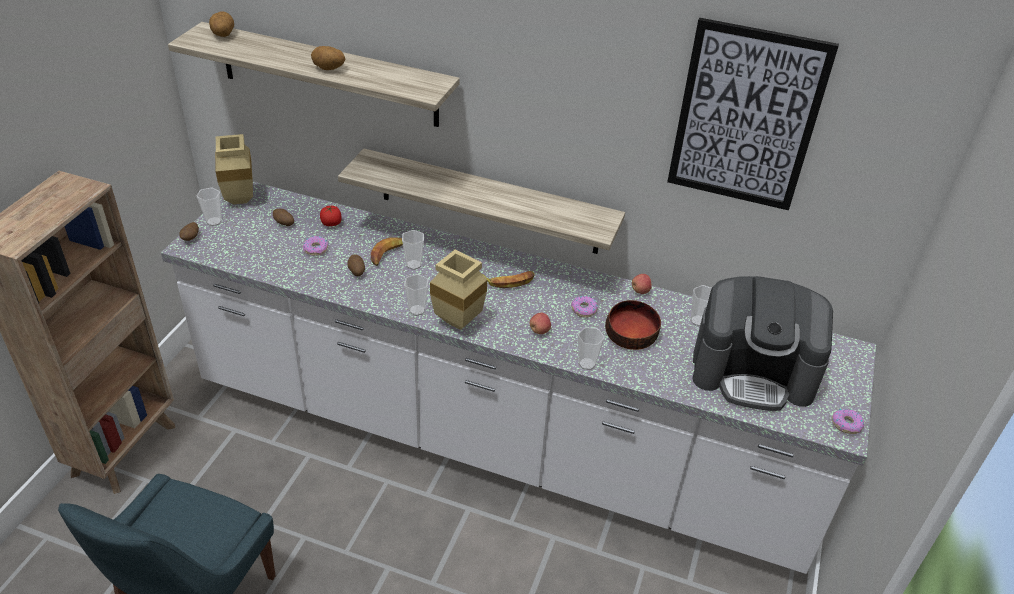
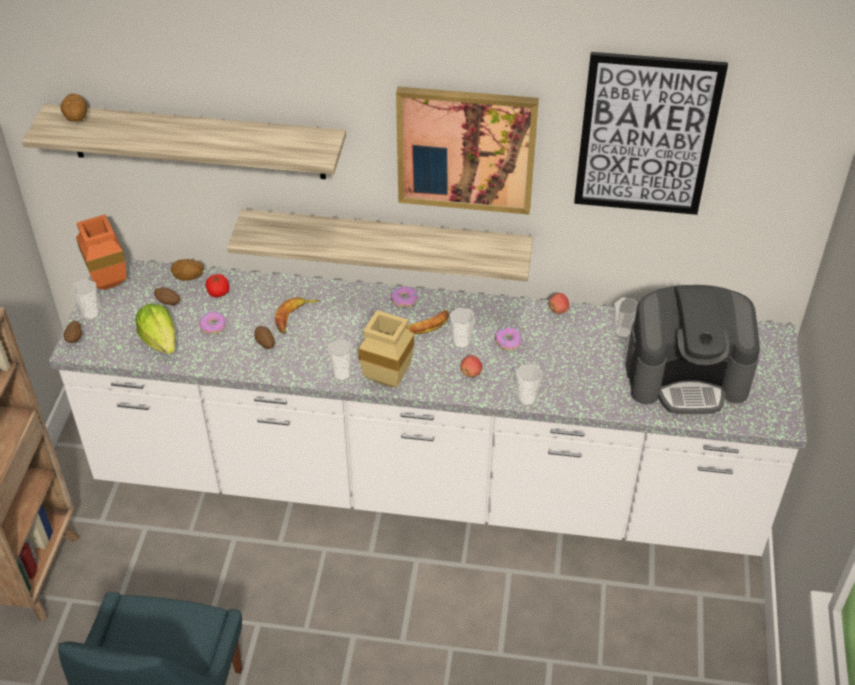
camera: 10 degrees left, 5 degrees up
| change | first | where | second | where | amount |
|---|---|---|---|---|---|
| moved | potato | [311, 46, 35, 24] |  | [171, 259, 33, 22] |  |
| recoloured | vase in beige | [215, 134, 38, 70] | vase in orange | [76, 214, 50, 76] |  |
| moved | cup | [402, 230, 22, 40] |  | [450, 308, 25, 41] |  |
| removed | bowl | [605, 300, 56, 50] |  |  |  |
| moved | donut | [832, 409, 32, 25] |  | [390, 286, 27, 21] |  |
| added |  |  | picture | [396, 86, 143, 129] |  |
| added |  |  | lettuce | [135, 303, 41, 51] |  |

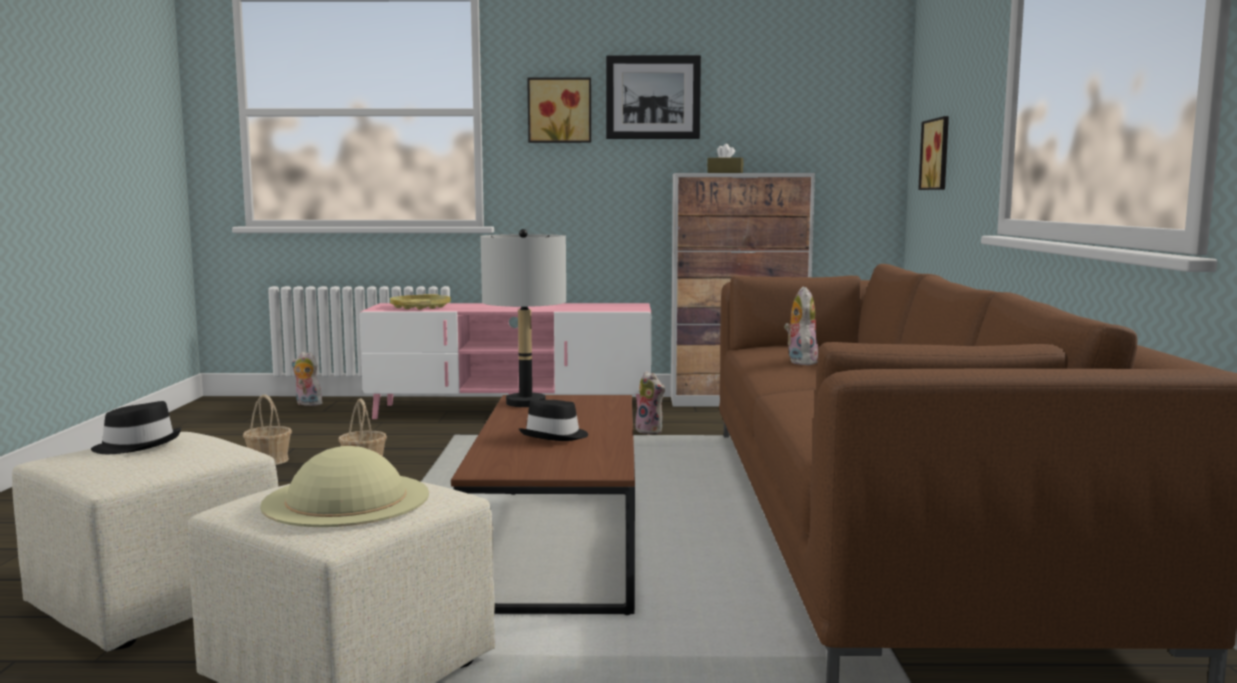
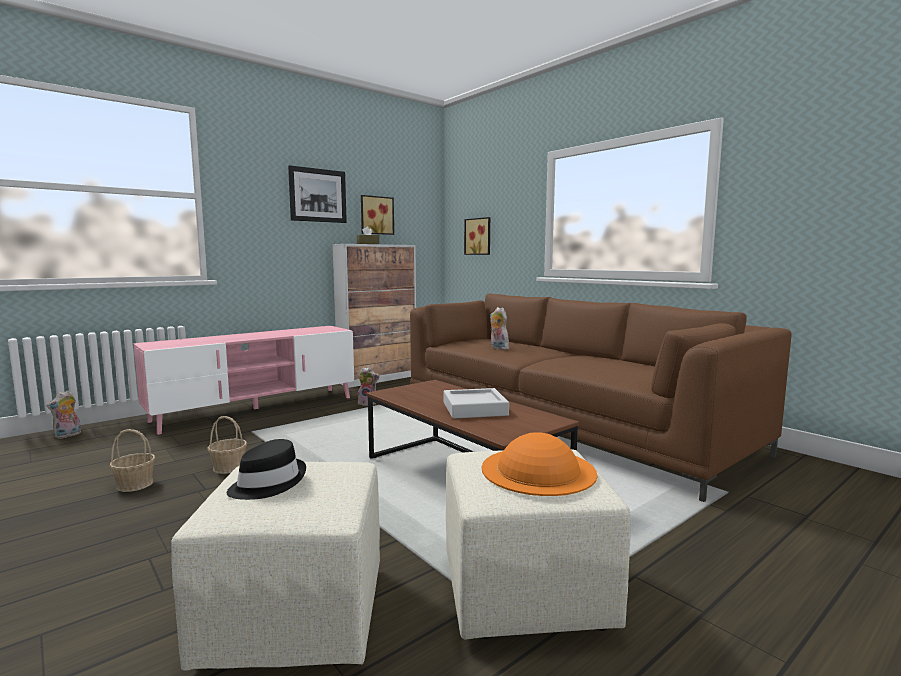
camera: 40 degrees left, 0 degrees up
| change | first | where | second | where | amount |
|---|---|---|---|---|---|
| moved | picture | [527, 78, 64, 65] |  | [361, 195, 33, 40] |  |
| removed | table lamp in grey | [481, 229, 85, 178] |  |  |  |
| removed | tray in yellow | [390, 294, 61, 16] |  |  |  |
| turned | plush toy | [292, 352, 34, 54] |  | [46, 390, 35, 49] | 45 degrees counterclockwise |
| replaced | hat in black | [519, 400, 69, 41] | tray in grey | [444, 388, 65, 31] |  |
| recoloured | hat in beige | [260, 446, 169, 81] | hat in orange | [482, 432, 115, 64] |  |

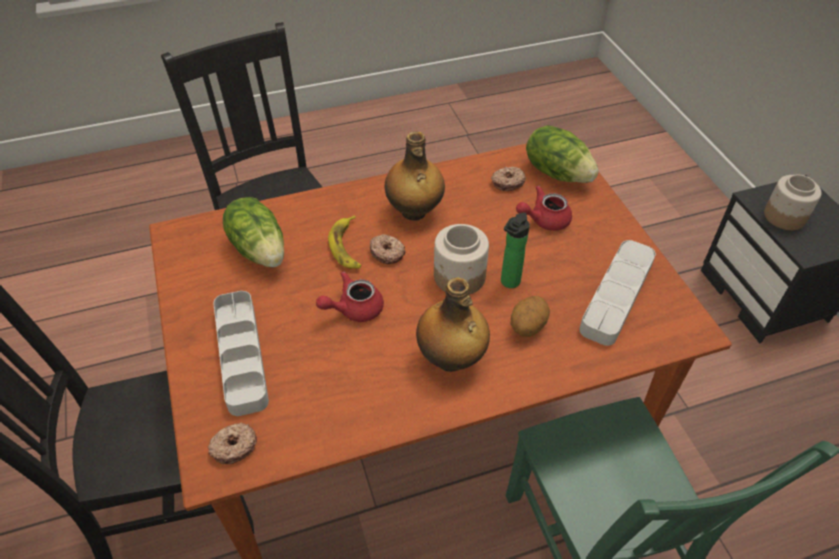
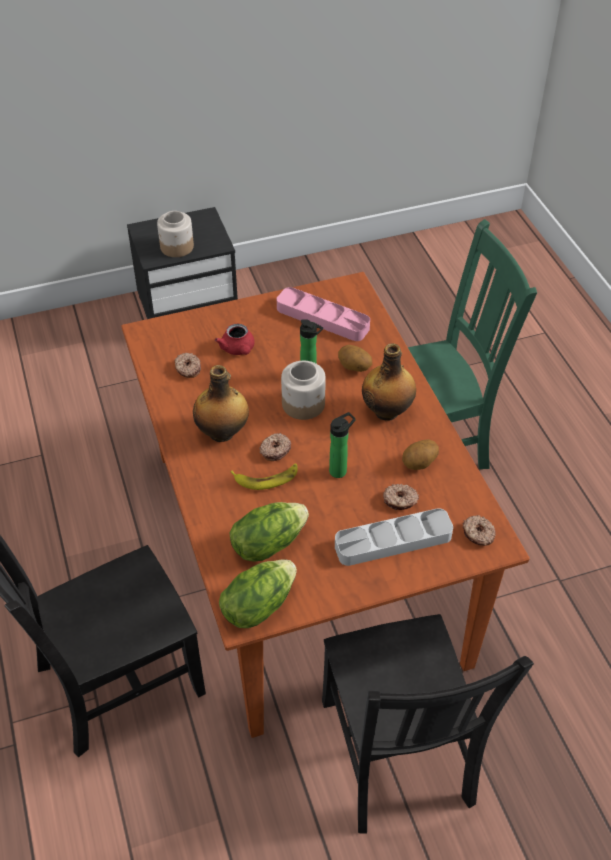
camera: 90 degrees left, 0 degrees up
| change | first | where | second | where | amount |
|---|---|---|---|---|---|
| moved | lettuce | [526, 125, 73, 58] |  | [219, 559, 78, 69] |  |
| recoloured | tray in grey | [580, 240, 76, 106] | tray in pink | [277, 287, 93, 54] |  |
| replaced | teapot in red | [316, 271, 68, 51] | bottle | [329, 412, 27, 66] |  |
| added |  |  | potato | [402, 439, 37, 31] |  |
| added |  |  | donut | [383, 484, 36, 26] |  |

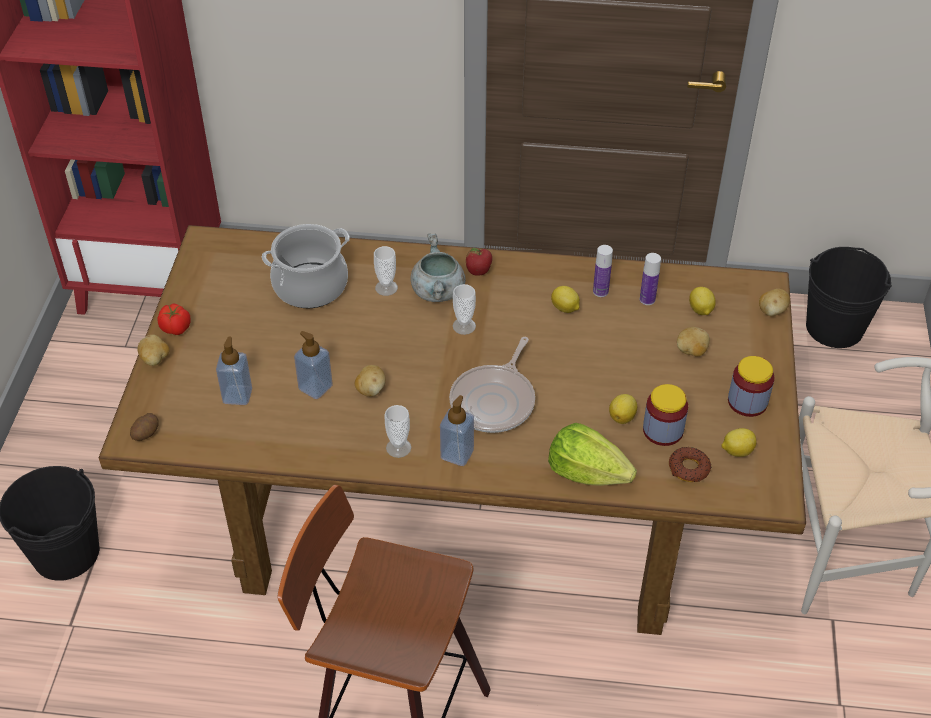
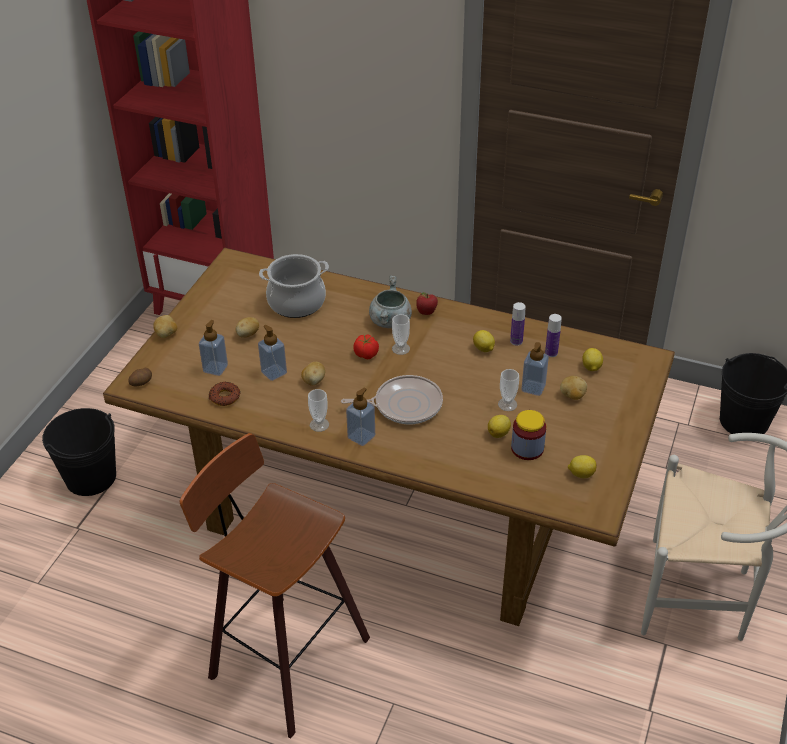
camera: 15 degrees right, 5 degrees down
| change | first | where | second | where | amount |
|---|---|---|---|---|---|
| moved | cup | [374, 246, 24, 50] |  | [498, 369, 21, 42] |  |
| moved | potato | [759, 289, 31, 27] |  | [235, 317, 24, 21] |  |
| moved | tomato | [157, 303, 34, 32] |  | [353, 334, 26, 25] |  |
| turned | frying pan | [449, 337, 86, 96] |  | [341, 375, 102, 49] | 135 degrees counterclockwise |
| removed | jar | [728, 356, 46, 61] |  |  |  |
| removed | lettuce | [548, 423, 89, 63] |  |  |  |
| moved | donut | [669, 447, 42, 35] |  | [209, 382, 31, 24] |  |
| added |  |  | soap dispenser | [522, 342, 27, 54] |  |

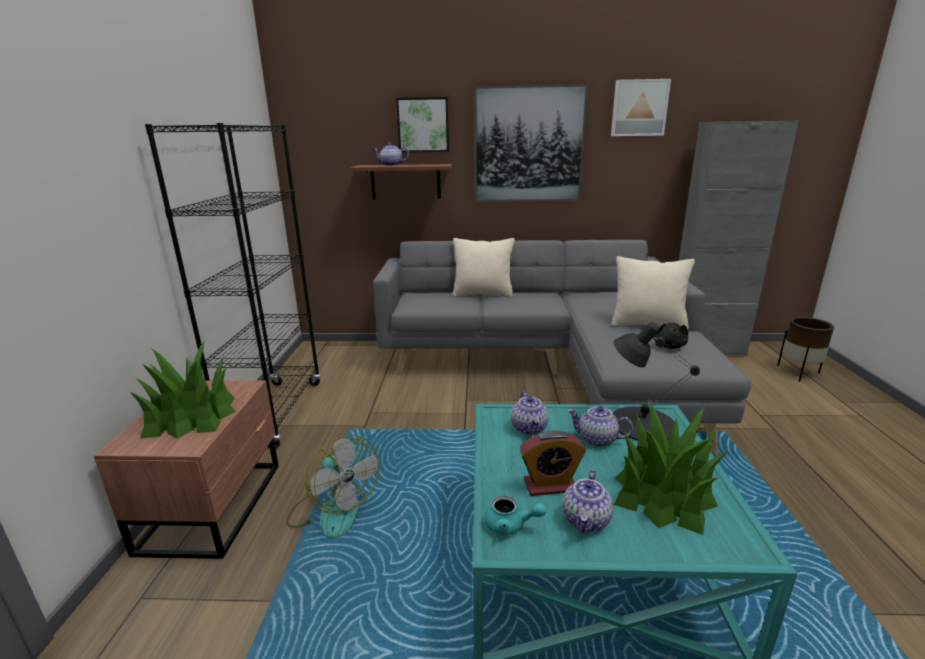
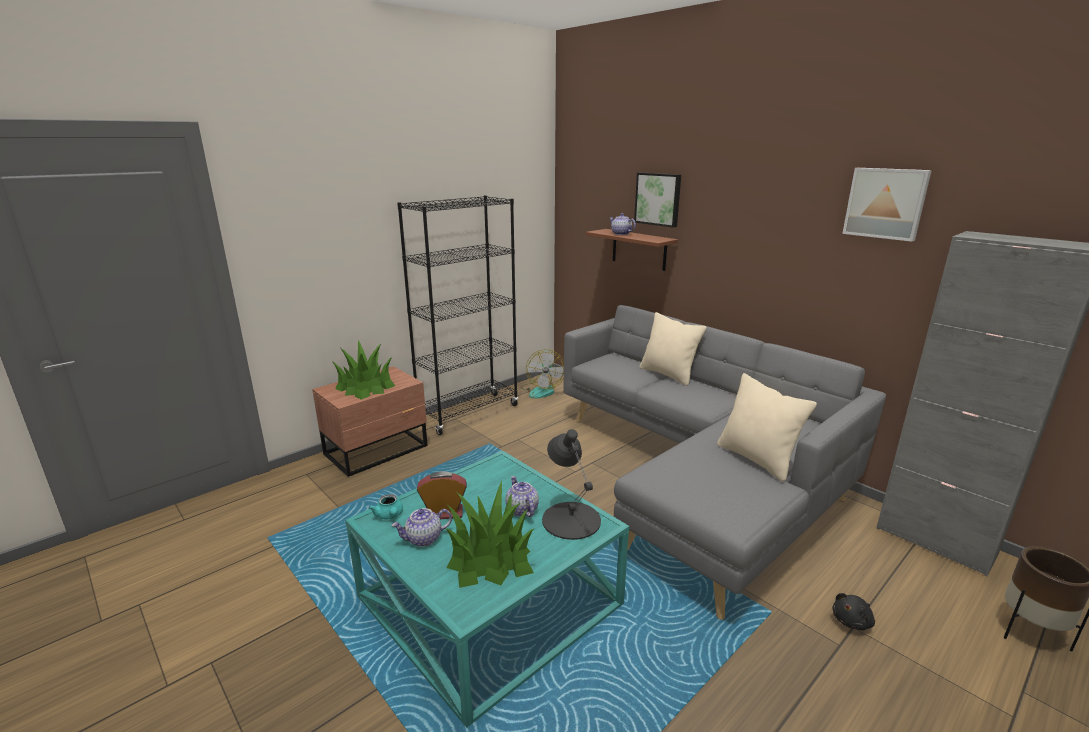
camera: 45 degrees right, 0 degrees up
| change | first | where | second | where | amount |
|---|---|---|---|---|---|
| removed | picture | [474, 84, 114, 118] |  |  |  |
| moved | plush toy in black | [654, 323, 34, 26] |  | [832, 593, 43, 37] |  |
| removed | teapot | [511, 391, 37, 44] |  |  |  |
| turned | alarm clock | [520, 430, 66, 66] |  | [417, 471, 50, 48] | 135 degrees clockwise |
| moved | fan | [286, 435, 93, 104] |  | [520, 349, 44, 50] |  |

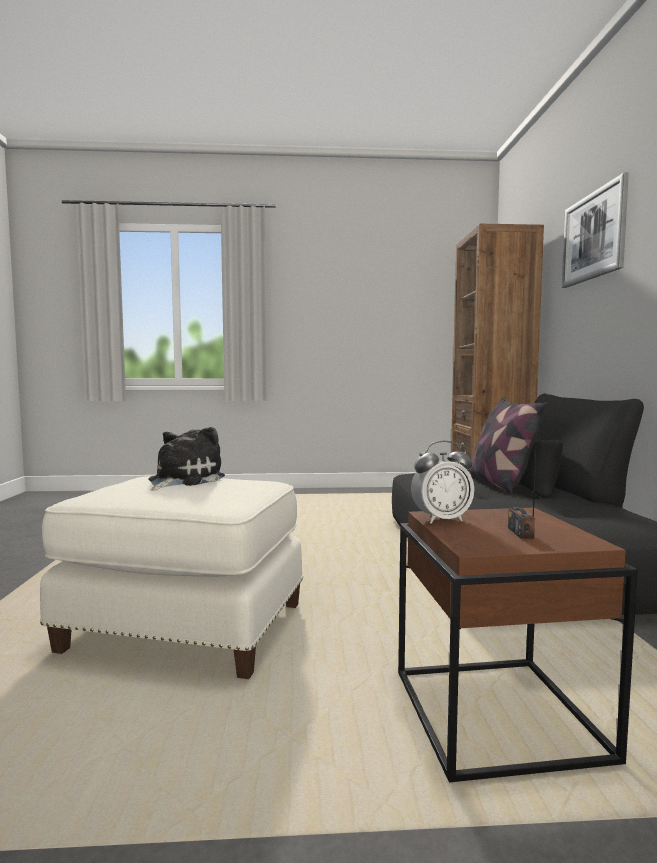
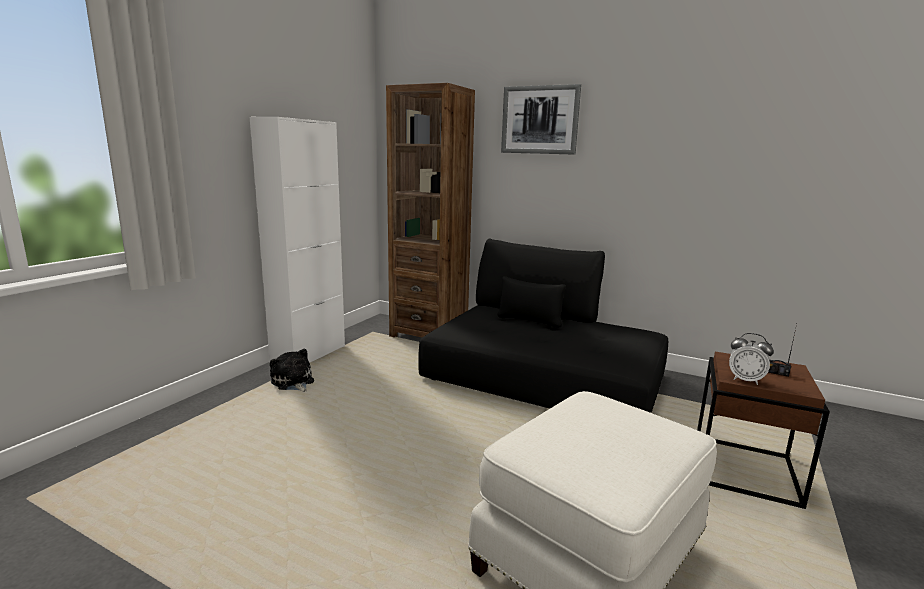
camera: 60 degrees left, 10 degrees up
| change | first | where | second | where | amount |
|---|---|---|---|---|---|
| removed | pillow | [470, 398, 77, 96] |  |  |  |
| moved | plush toy | [149, 427, 76, 64] |  | [270, 349, 44, 43] |  |
| turned | alarm clock | [411, 441, 63, 83] |  | [729, 333, 45, 52] | 105 degrees clockwise |
| added |  |  | cabinet in white | [250, 117, 95, 246] |  |

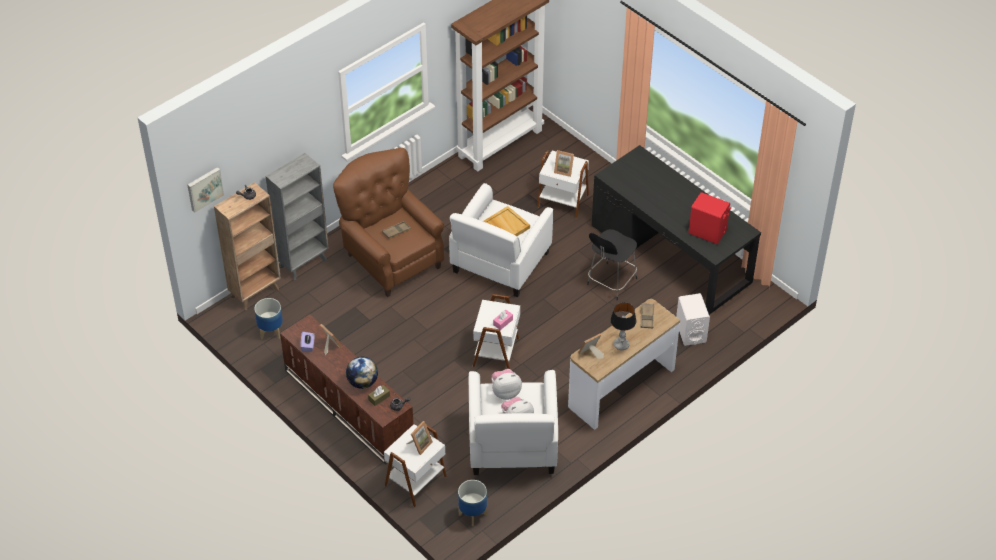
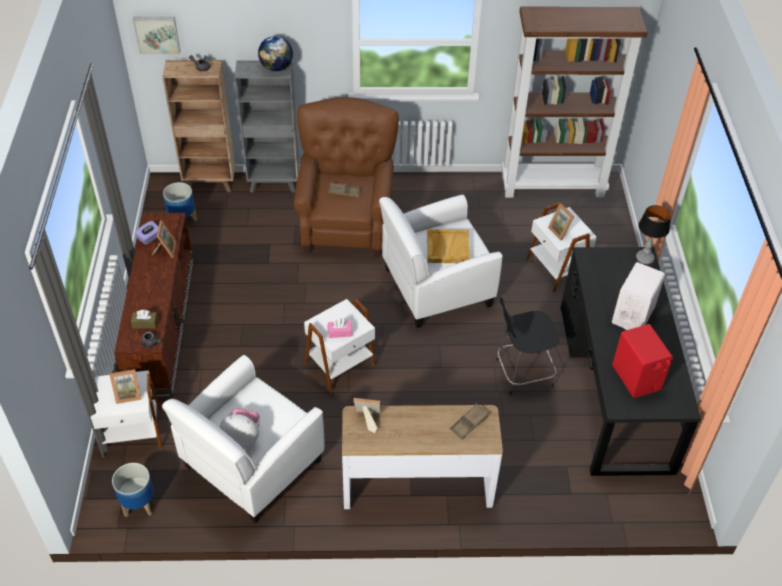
camera: 40 degrees right, 0 degrees up
| change | first | where | second | where | amount |
|---|---|---|---|---|---|
| moved | speaker in white | [676, 293, 34, 53] |  | [612, 262, 53, 68] |  |
| moved | table lamp | [610, 302, 26, 48] |  | [636, 205, 35, 59] |  |
| moved | globe | [346, 357, 32, 32] |  | [258, 36, 35, 35] |  |
| removed | plush toy | [492, 369, 30, 31] |  |  |  |

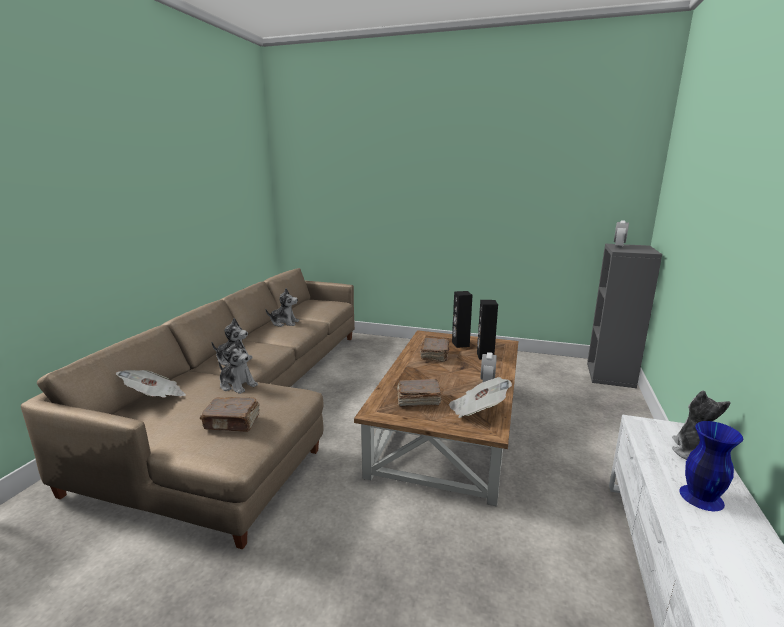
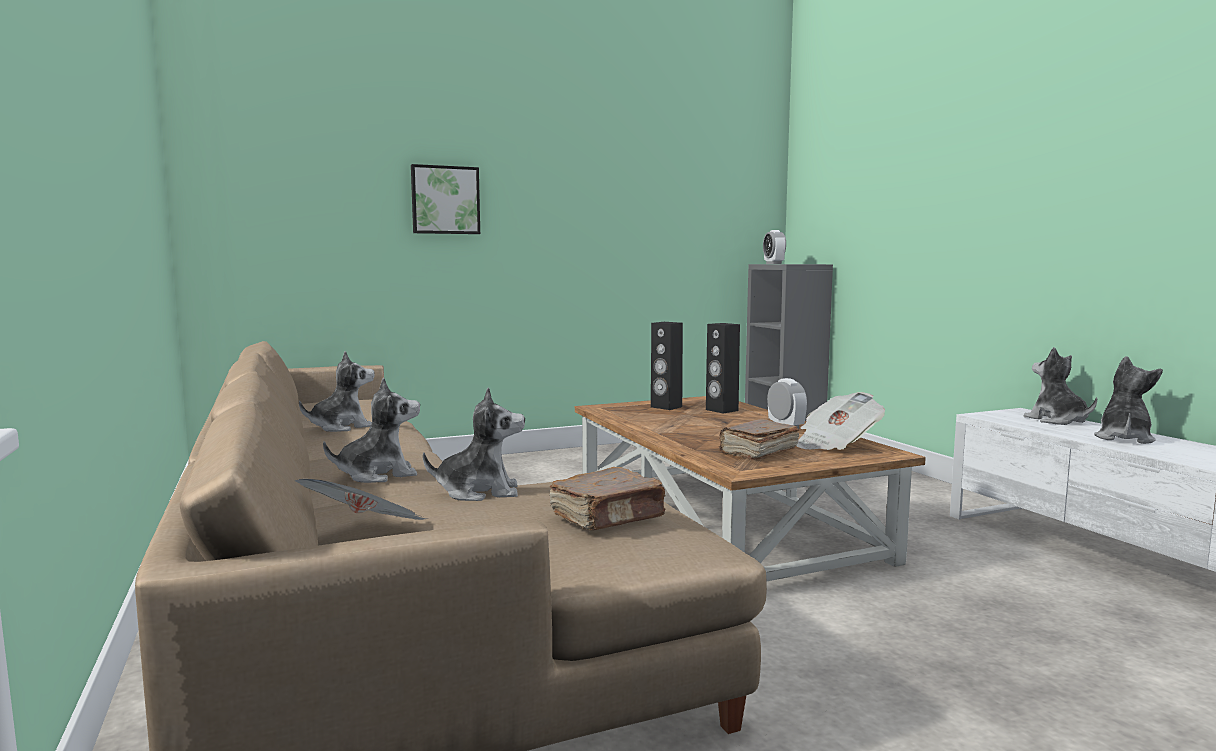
camera: 40 degrees left, 10 degrees down
| change | first | where | second | where | amount |
|---|---|---|---|---|---|
| removed | book in brown | [420, 337, 29, 25] |  |  |  |
| replaced | vase in blue | [679, 421, 64, 90] | plush toy | [1094, 356, 69, 88] |  |
| added |  |  | picture | [411, 164, 69, 70] |  |

